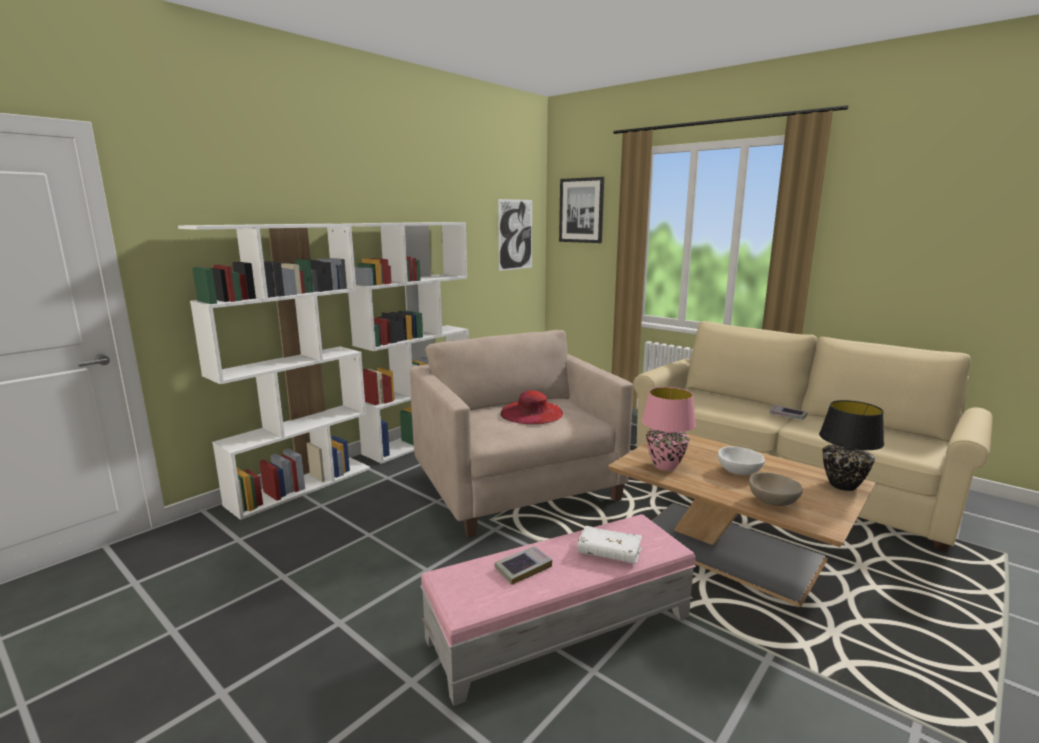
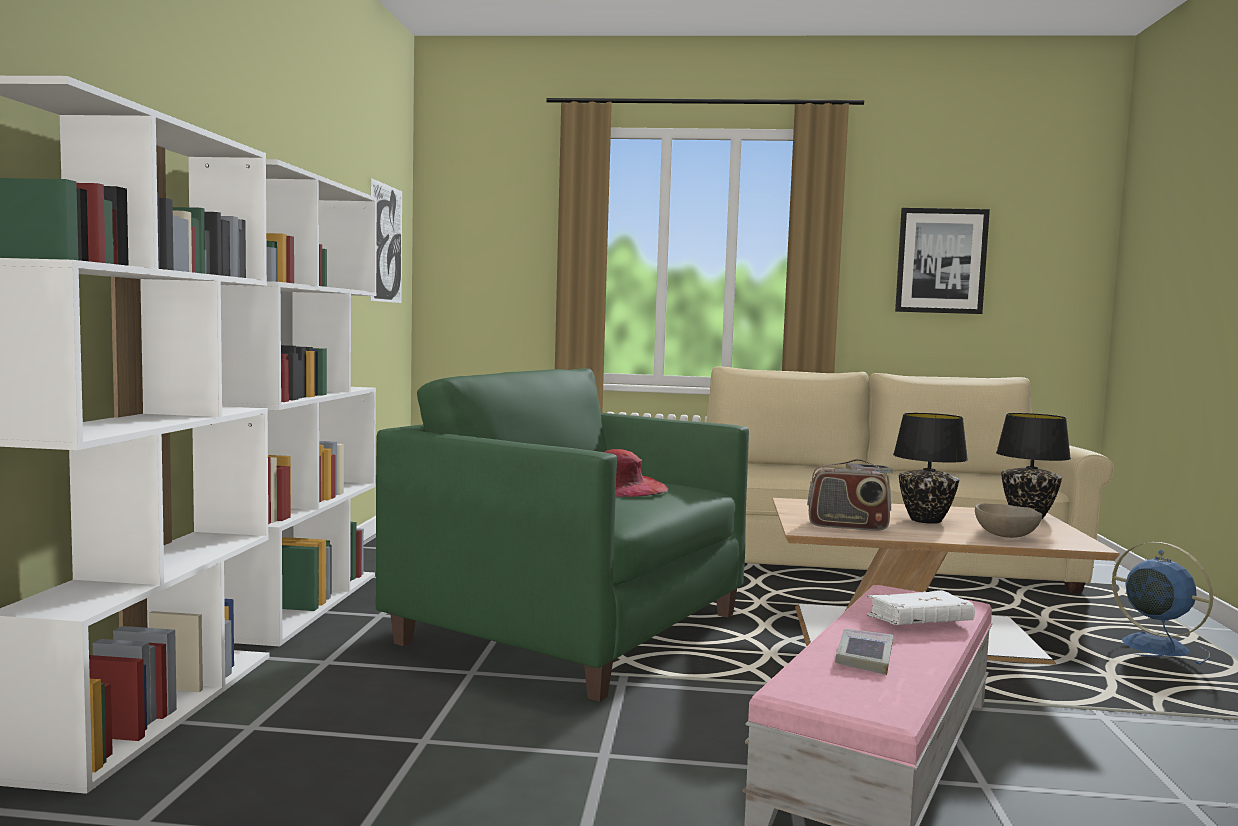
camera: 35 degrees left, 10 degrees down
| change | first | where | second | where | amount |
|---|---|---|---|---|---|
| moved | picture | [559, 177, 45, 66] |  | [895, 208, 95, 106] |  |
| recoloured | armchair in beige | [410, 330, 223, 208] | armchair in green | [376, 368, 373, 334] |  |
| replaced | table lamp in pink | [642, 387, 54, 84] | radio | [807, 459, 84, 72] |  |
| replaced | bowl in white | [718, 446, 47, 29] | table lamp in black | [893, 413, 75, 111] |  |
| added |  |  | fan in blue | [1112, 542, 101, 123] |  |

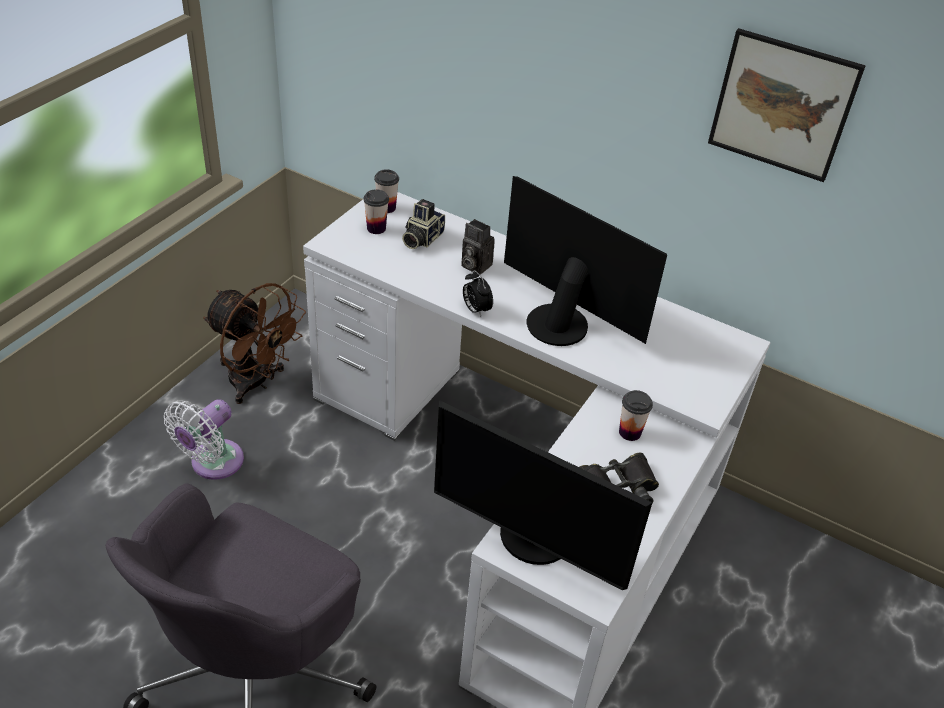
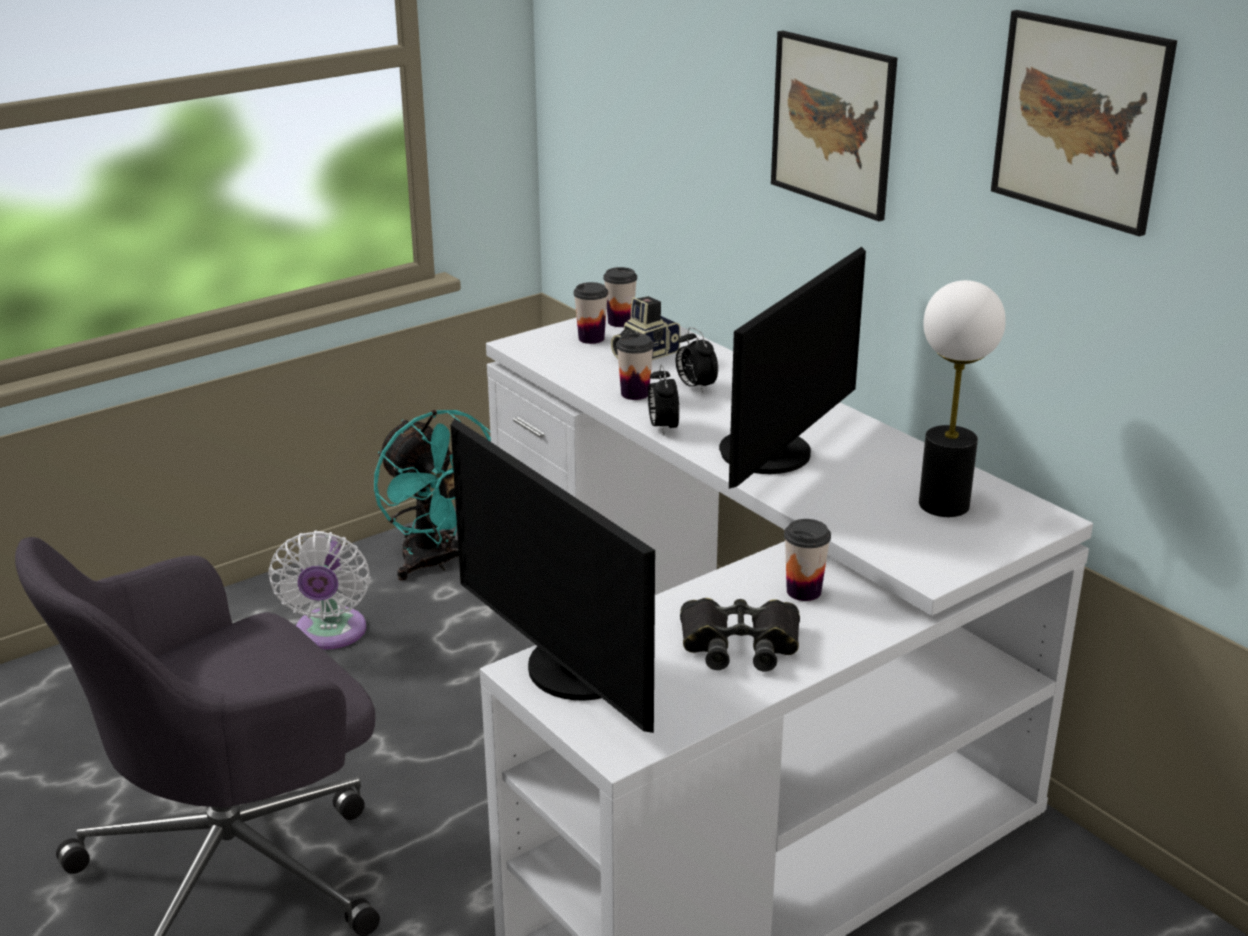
camera: 25 degrees right, 15 degrees down
| change | first | where | second | where | amount |
|---|---|---|---|---|---|
| turned | monitor | [504, 176, 163, 170] |  | [719, 247, 147, 242] | 60 degrees clockwise |
| replaced | photo camera | [461, 219, 34, 56] | alarm clock | [676, 327, 42, 66] |  |
| recoloured | fan in brown | [203, 283, 103, 121] | fan in turquoise | [374, 410, 117, 170] |  |
| turned | fan in white | [164, 399, 80, 81] |  | [268, 531, 102, 119] | 60 degrees counterclockwise |
| added |  |  | picture | [771, 31, 126, 190] |  |
| added |  |  | table lamp | [919, 280, 87, 237] |  |
| added |  |  | cup | [616, 333, 38, 67] |  |

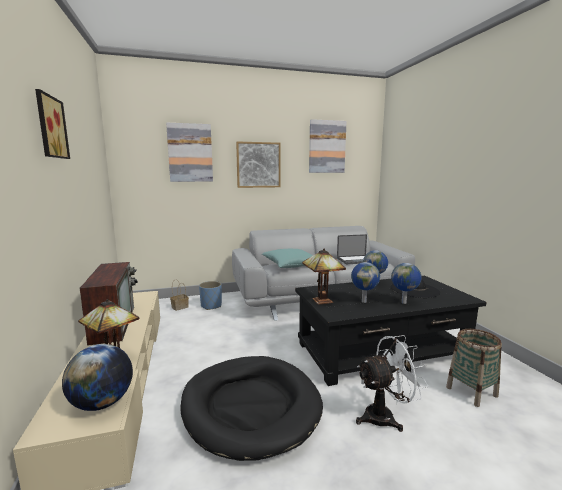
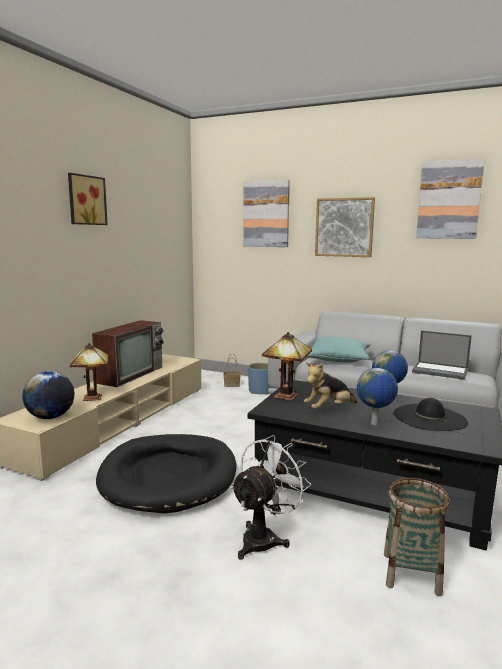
camera: 40 degrees right, 0 degrees up
| change | first | where | second | where | amount |
|---|---|---|---|---|---|
| replaced | globe | [351, 262, 29, 41] | plush toy | [304, 363, 53, 46] |  |
| turned | fan in white | [356, 335, 72, 97] |  | [230, 435, 81, 125] | 75 degrees counterclockwise |

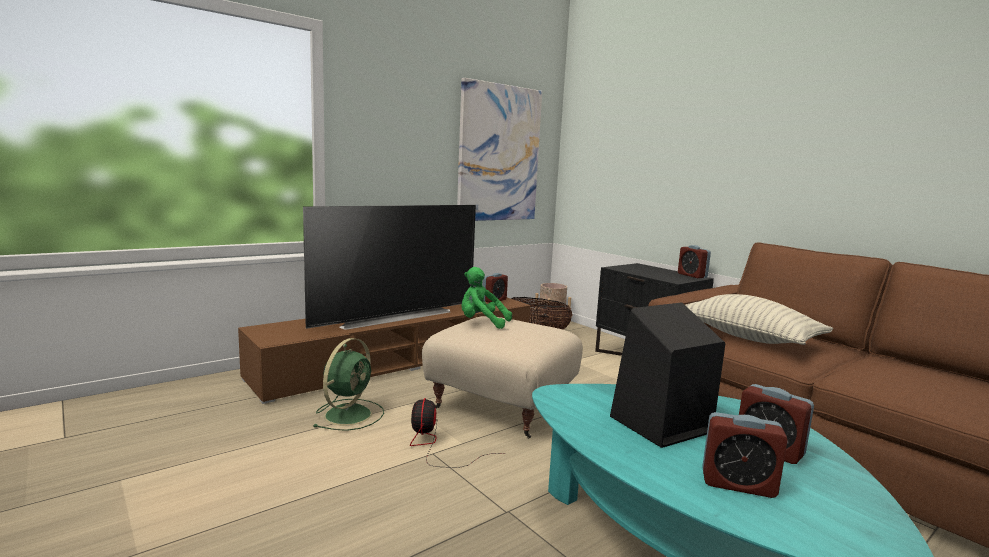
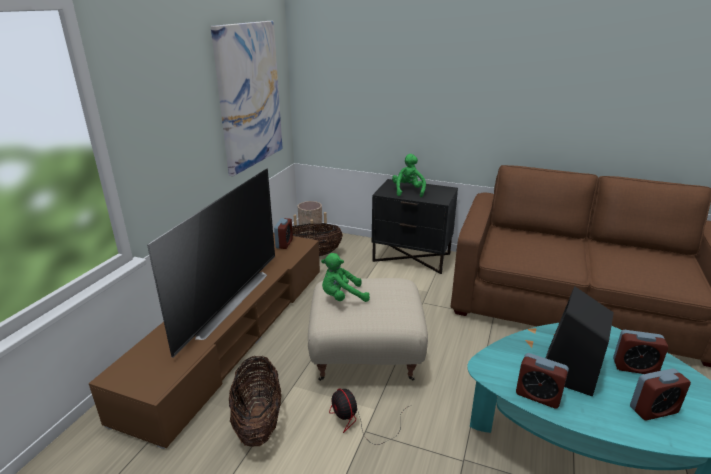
camera: 30 degrees left, 15 degrees up
| change | first | where | second | where | amount |
|---|---|---|---|---|---|
| moved | alarm clock | [678, 245, 33, 33] |  | [516, 353, 53, 56] |  |
| removed | pillow | [685, 294, 148, 51] |  |  |  |
| replaced | fan in green | [312, 338, 72, 93] | basket | [229, 356, 53, 90] |  |
| added |  |  | plush toy in green | [392, 154, 34, 44] |  |

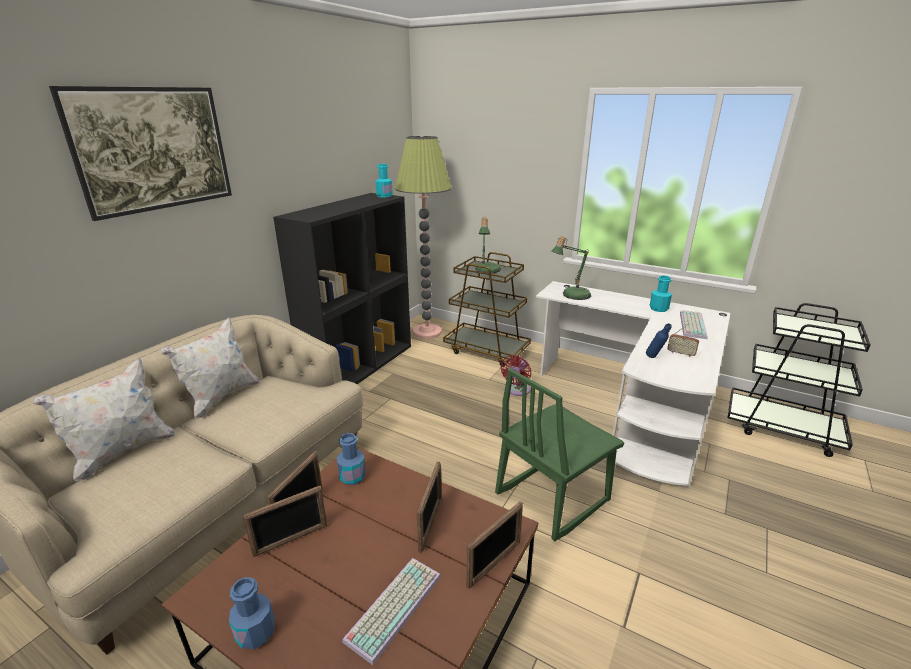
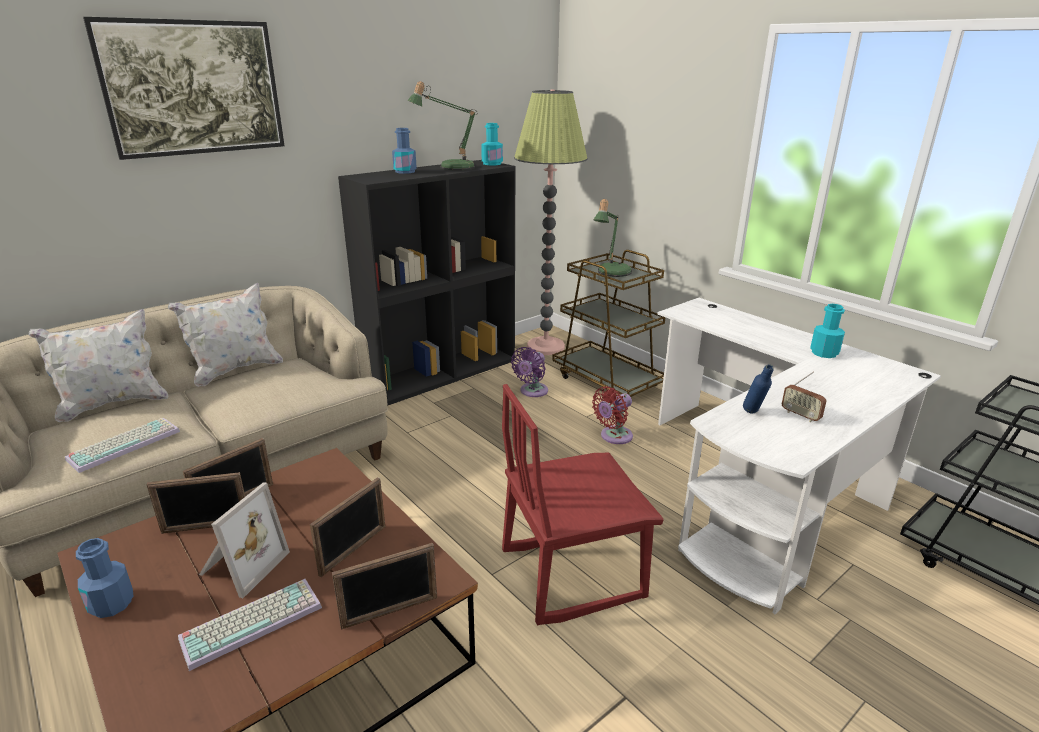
camera: 20 degrees right, 0 degrees up
| change | first | where | second | where | amount |
|---|---|---|---|---|---|
| moved | table lamp | [551, 236, 40, 64] |  | [407, 81, 71, 89] |  |
| moved | keyboard | [680, 310, 28, 29] |  | [65, 418, 115, 55] |  |
| recoloured | chair in green | [495, 368, 129, 173] | chair in red | [502, 384, 162, 242] |  |
| moved | bottle in blue | [337, 433, 29, 52] |  | [392, 128, 25, 46] |  |
| added |  |  | fan in purple | [511, 347, 37, 50] |  |
| added |  |  | picture frame | [199, 482, 91, 116] |  |

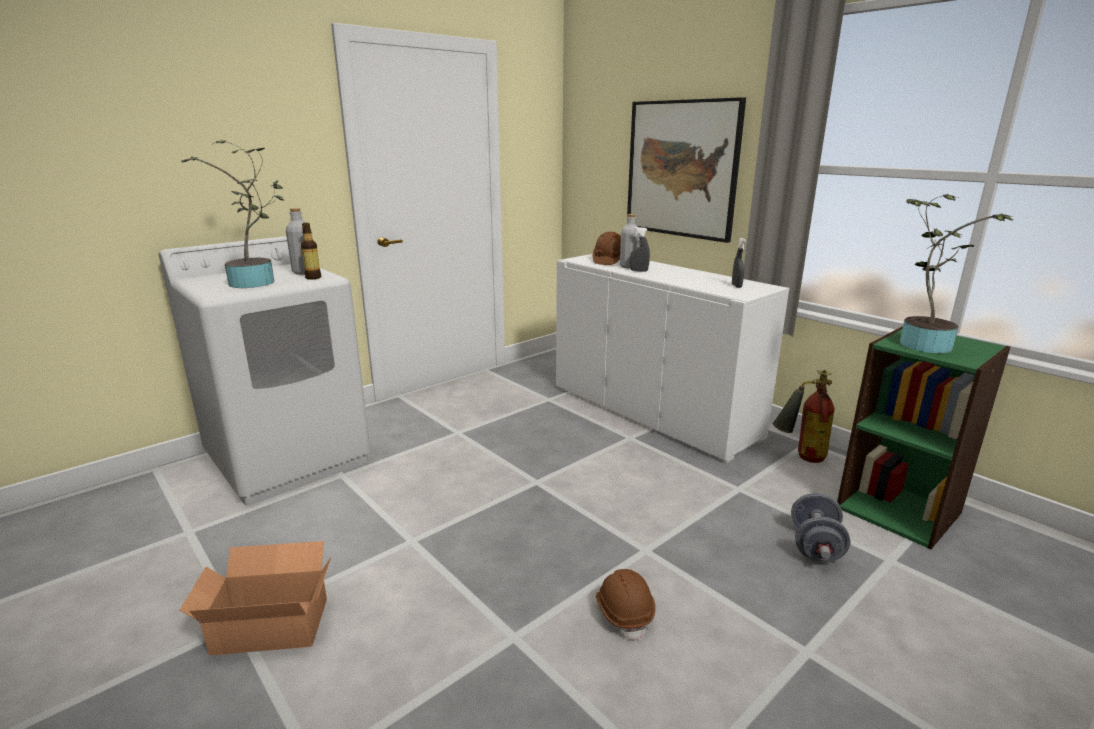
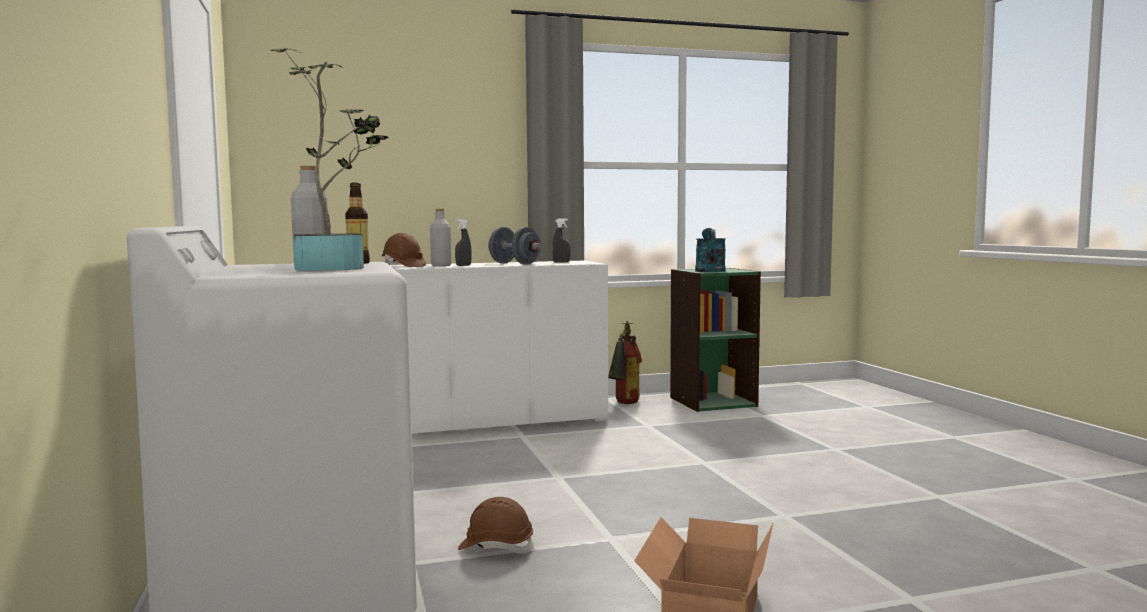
camera: 65 degrees left, 15 degrees down
| change | first | where | second | where | amount |
|---|---|---|---|---|---|
| removed | picture | [627, 97, 119, 146] |  |  |  |
| replaced | potted plant | [900, 194, 113, 159] | watering can in turquoise | [695, 228, 31, 44] |  |
| moved | dumbbell in grey | [791, 493, 59, 69] |  | [488, 227, 53, 37] |  |
| moved | hard hat in brown | [596, 569, 59, 72] |  | [458, 497, 76, 57] |  |

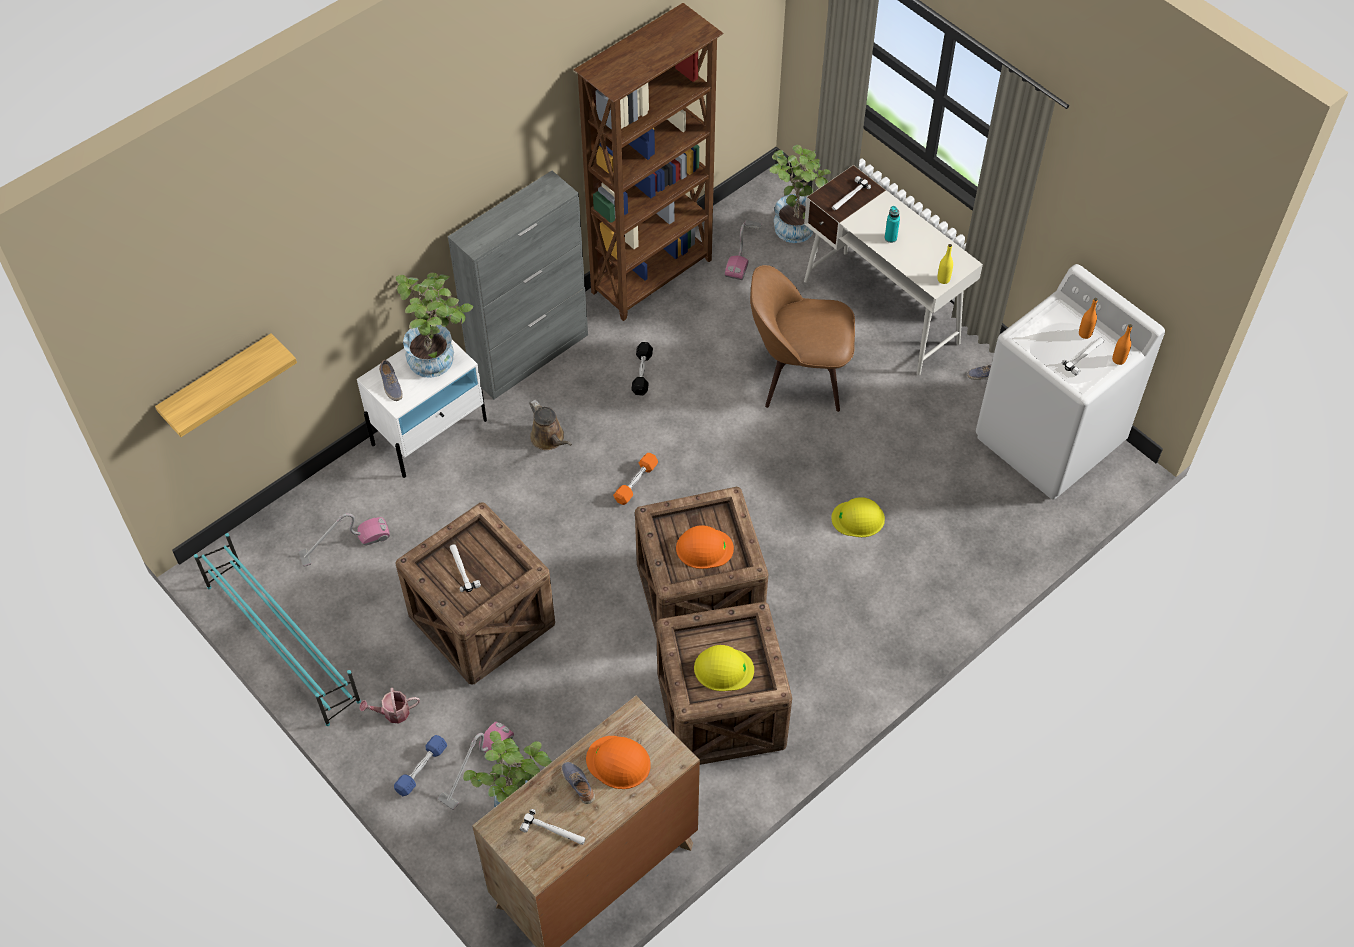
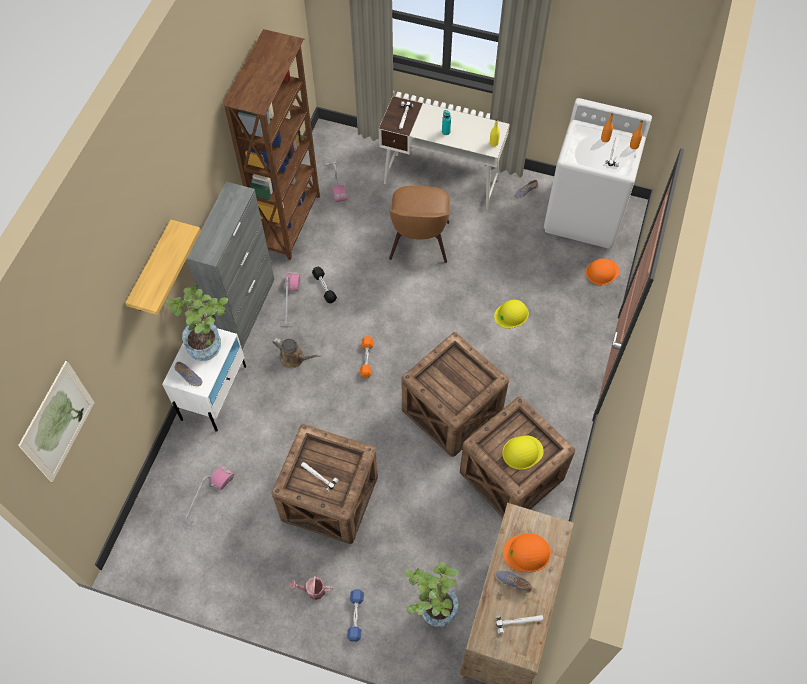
camera: 30 degrees left, 5 degrees up
| change | first | where | second | where | amount |
|---|---|---|---|---|---|
| removed | potted plant | [770, 145, 61, 98] |  |  |  |
| turned | chair in brown | [750, 265, 105, 147] |  | [389, 186, 61, 77] | 60 degrees counterclockwise |
| moved | shelf | [155, 333, 142, 104] |  | [125, 219, 76, 96] |  |
| moved | hard hat in orange | [676, 525, 58, 44] |  | [586, 258, 34, 27] |  |
| removed | shoe rack in turquoise | [194, 533, 167, 193] |  |  |  |
| turned | watering can | [359, 688, 61, 35] |  | [290, 576, 43, 24] | 45 degrees clockwise |
| moved | vacuum cleaner | [438, 722, 76, 88] |  | [280, 272, 20, 55] |  |
| added |  |  | picture | [18, 361, 77, 121] |  |

